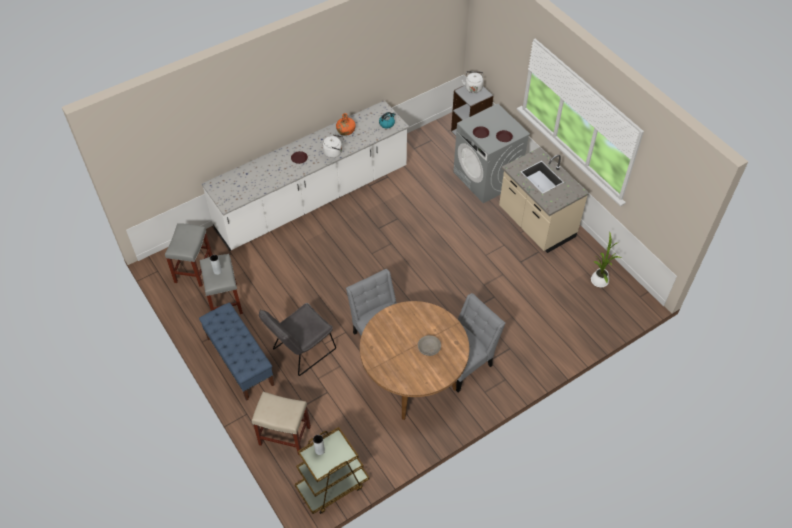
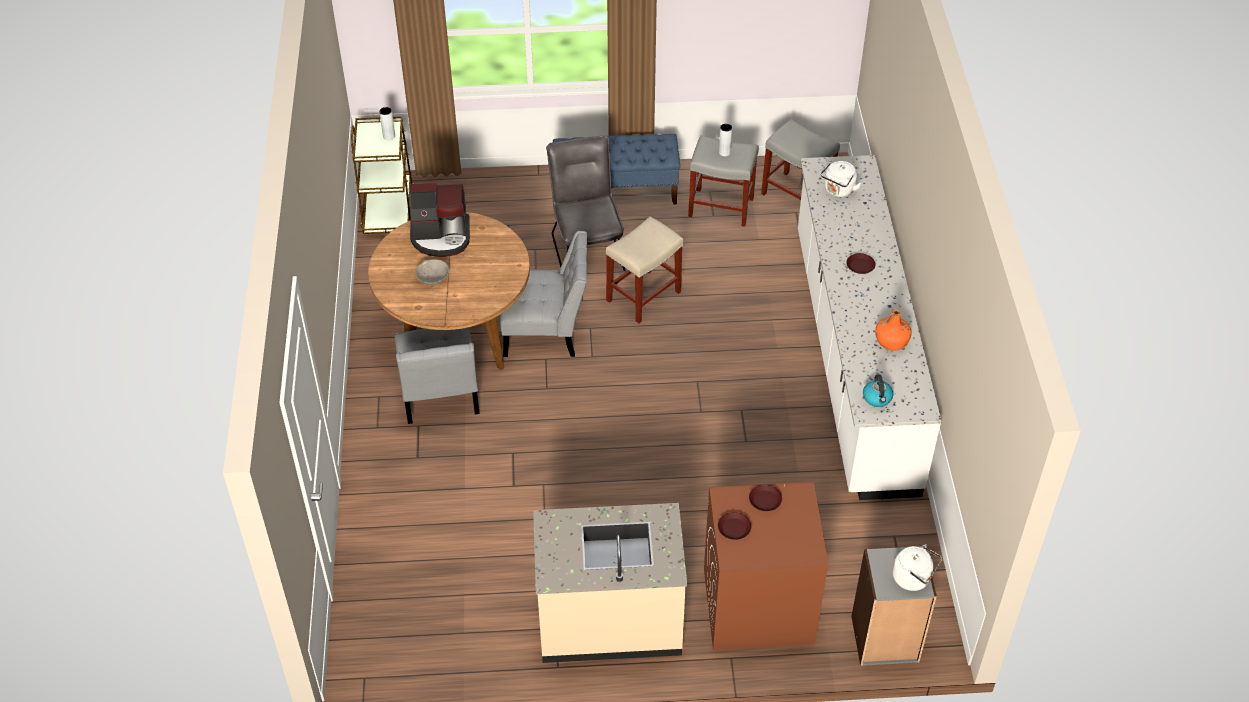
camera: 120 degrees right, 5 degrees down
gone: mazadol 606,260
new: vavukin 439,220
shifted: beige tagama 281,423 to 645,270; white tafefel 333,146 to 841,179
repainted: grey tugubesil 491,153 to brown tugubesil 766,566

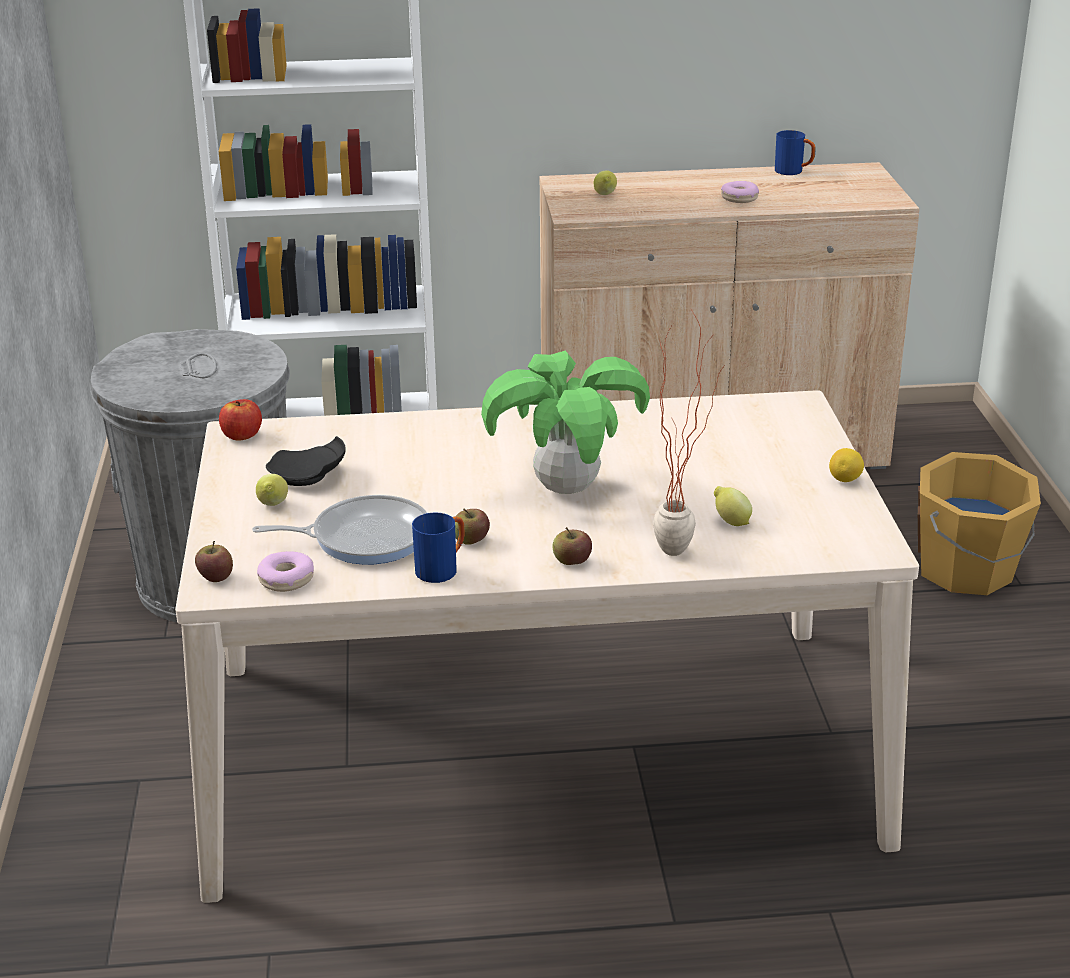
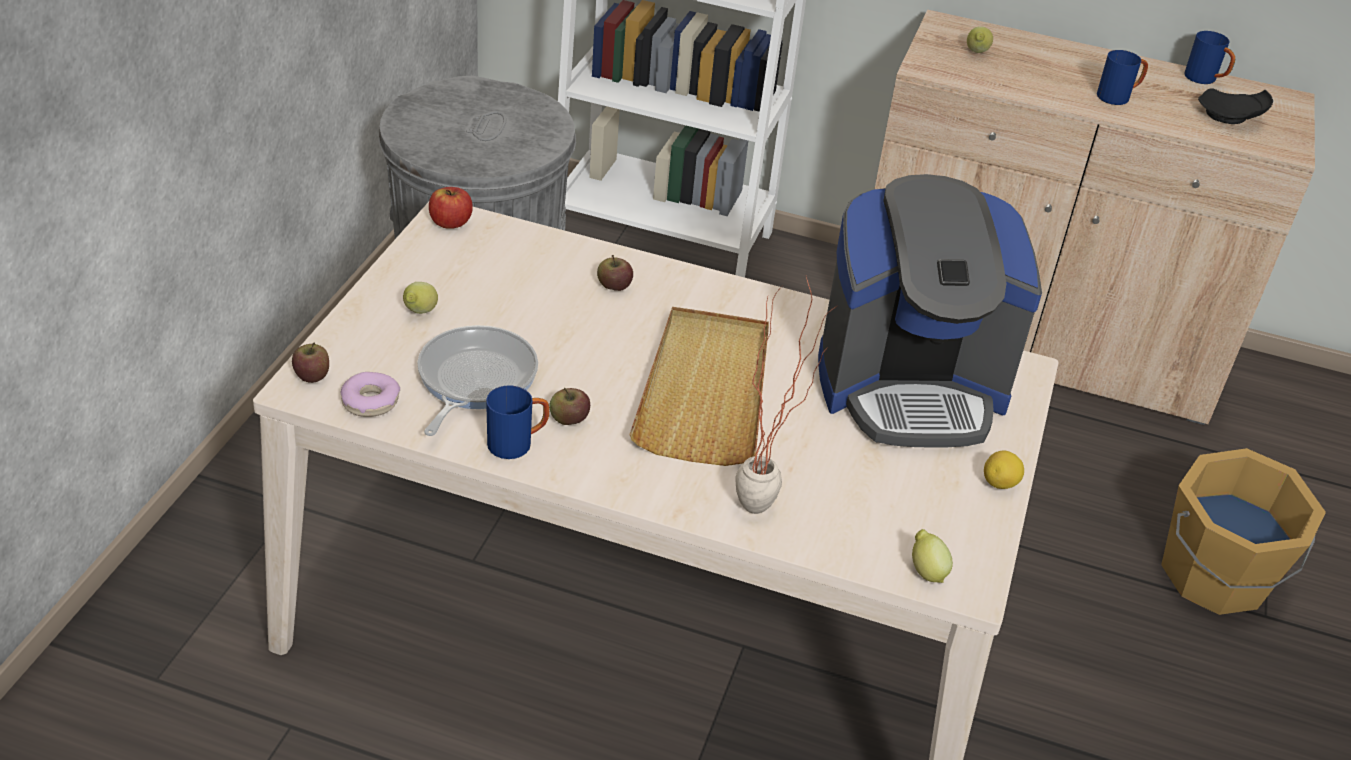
camera: 20 degrees right, 10 degrees up
new: vavukin 930,311
shifted: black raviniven 306,461 to 1235,106; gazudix 572,546 to 615,273; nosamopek 733,506 to 932,556
swapped: mazadol 565,422 to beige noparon 699,386; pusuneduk 740,192 to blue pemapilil 1122,77
rotated: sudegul 339,530 = 477,380 90 degrees counterclockwise

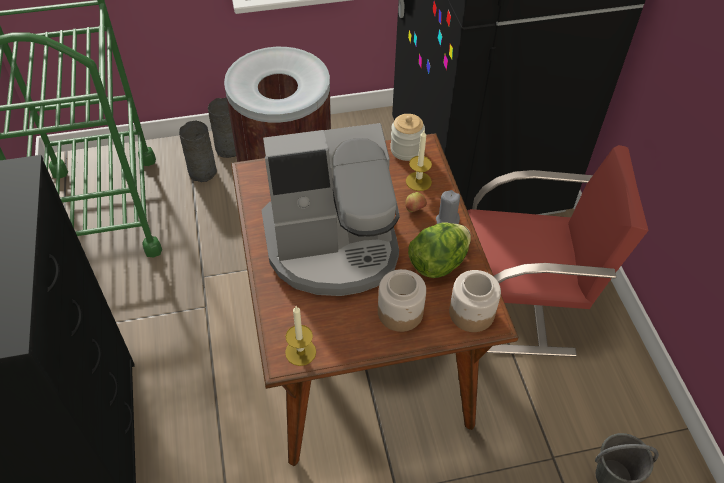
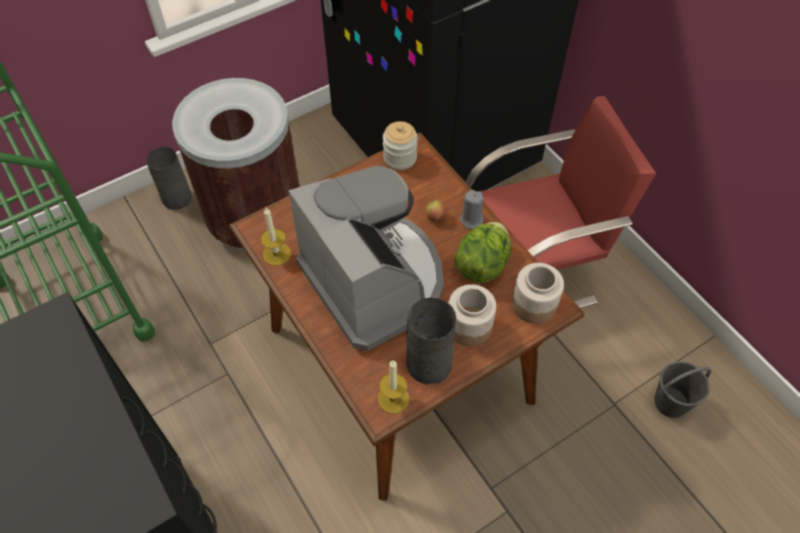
camera: 20 degrees left, 5 degrees up
shifted: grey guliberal 198,151 to 431,341; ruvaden 419,161 to 276,237
rotated: vavukin 330,209 = 366,258 90 degrees counterclockwise

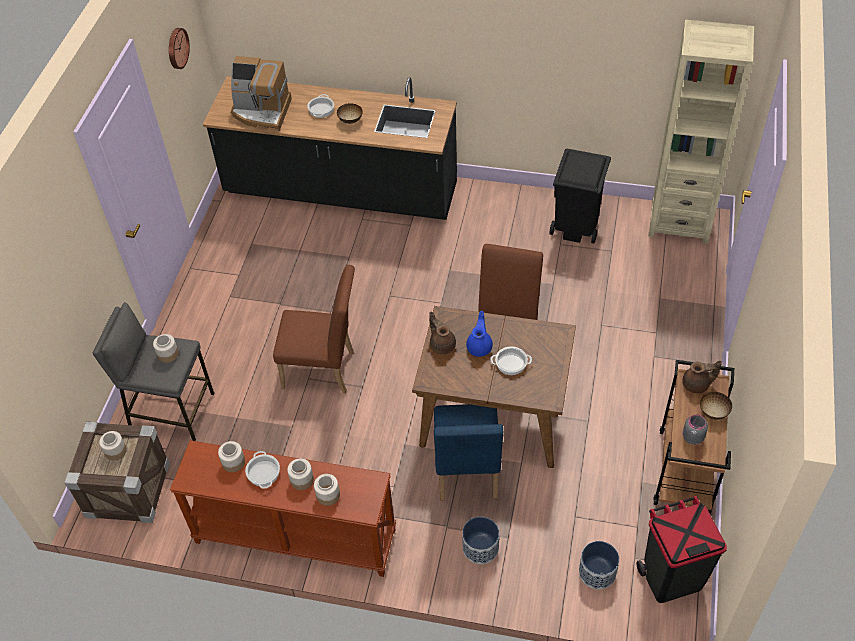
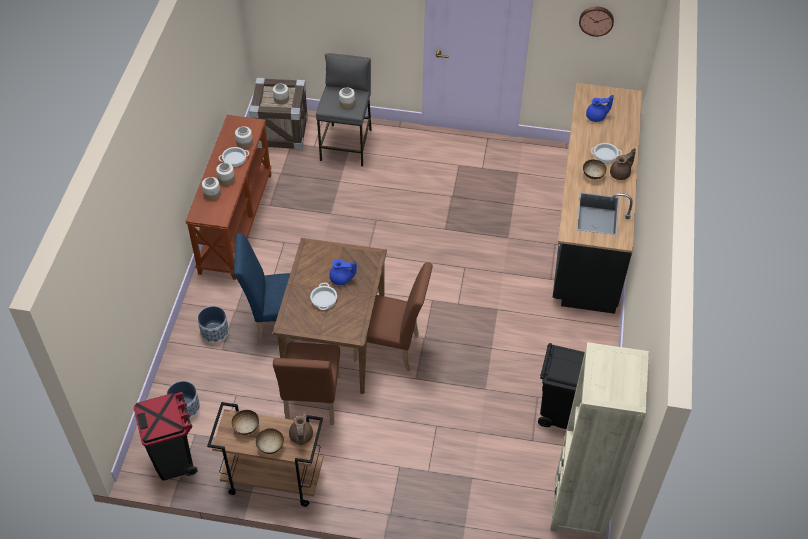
camera: 85 degrees right, 0 degrees up
shifted: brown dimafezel 314,329 to 306,383; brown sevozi 442,332 to 623,164
swapped: vavukin 261,93 to blue sevozi 600,108; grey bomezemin 695,429 to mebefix 245,422

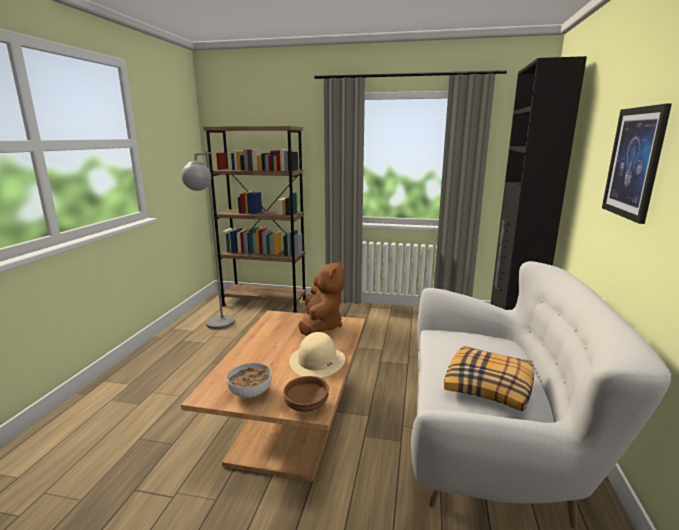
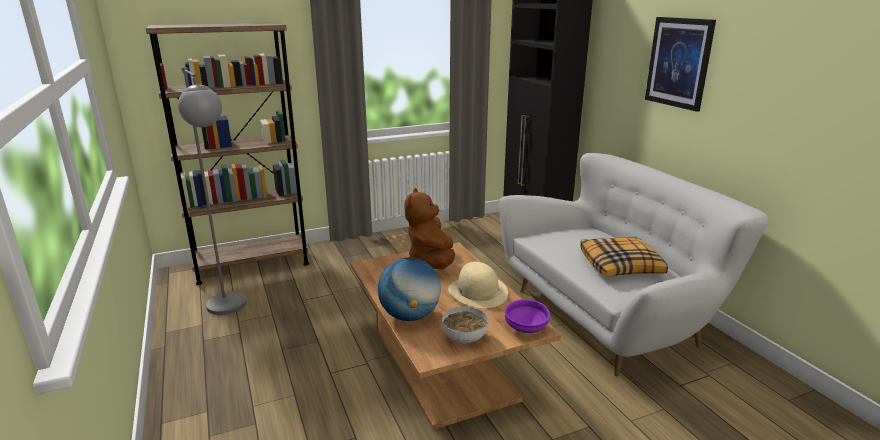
camera: 35 degrees left, 5 degrees up
new: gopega 409,289
repainted: brown mebefix 306,394 to purple mebefix 527,316
rotated: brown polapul 321,298 = 429,228 150 degrees counterclockwise

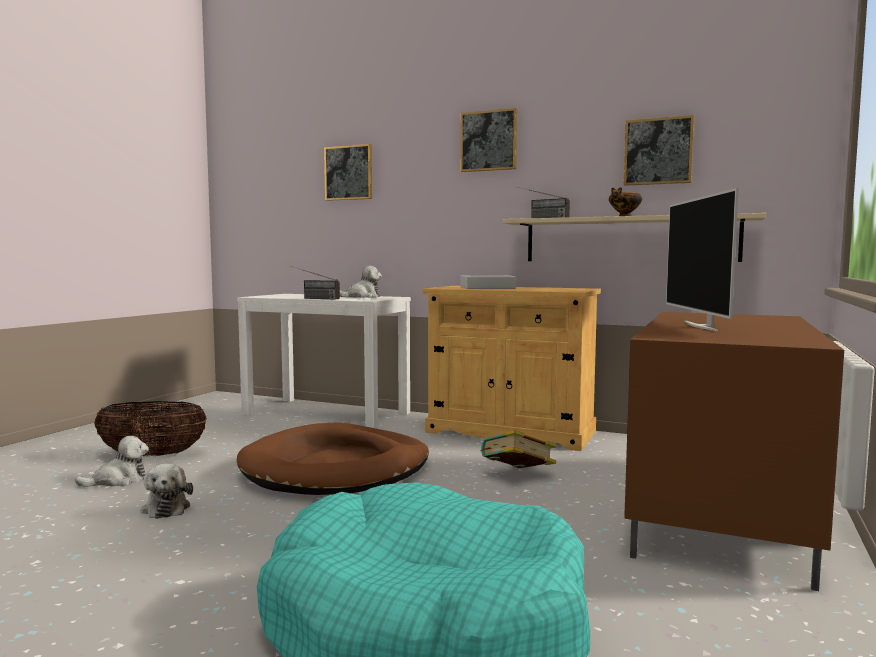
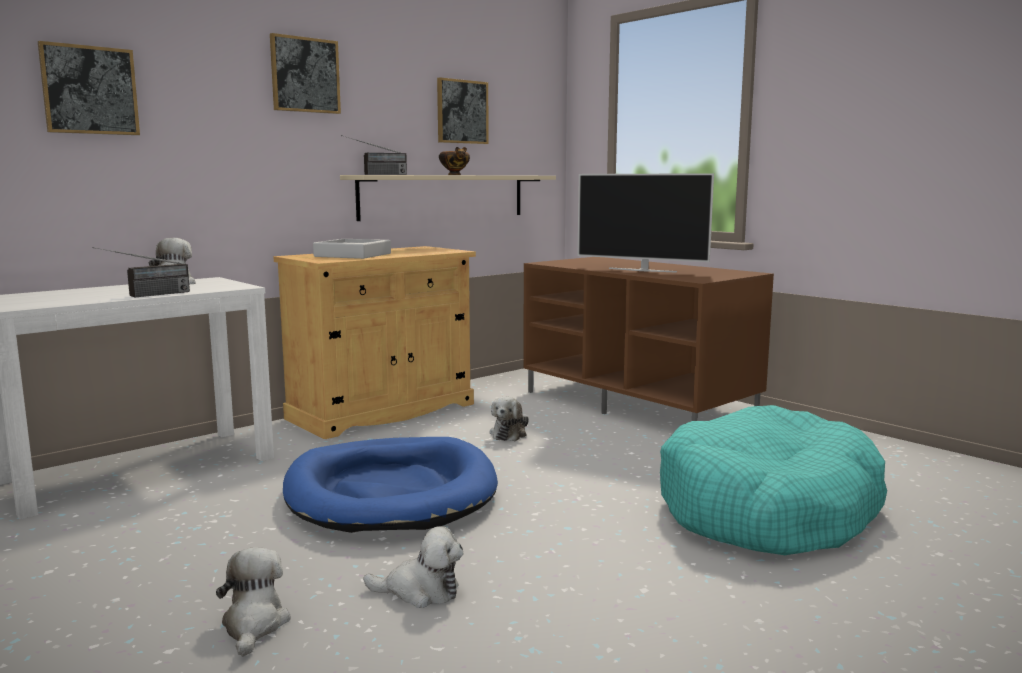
camera: 65 degrees left, 5 degrees up
gone: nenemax 150,429
swapped: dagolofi 519,449 to polapul 509,419
repainted: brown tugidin 333,458 to blue tugidin 390,485

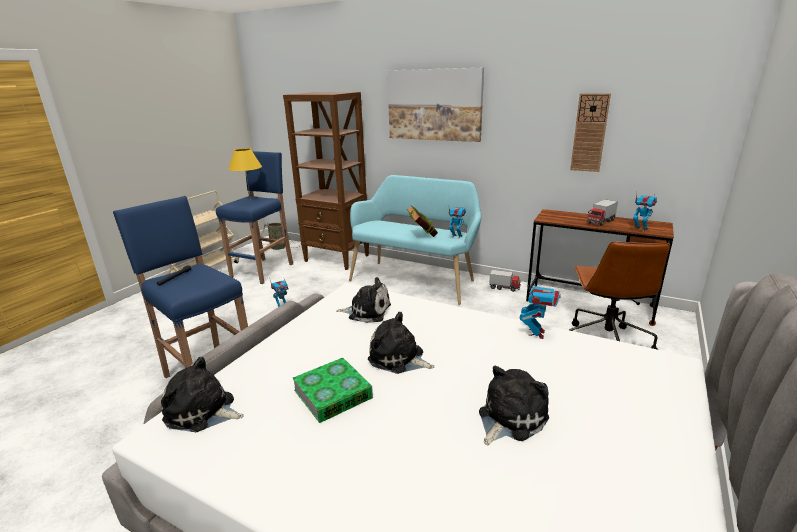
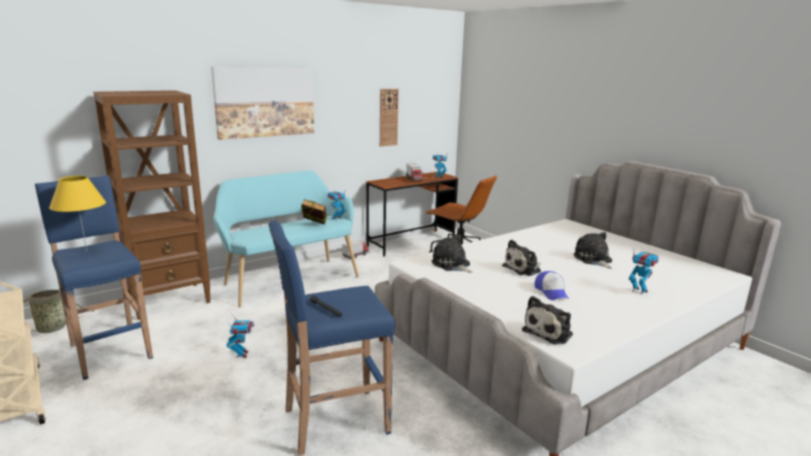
camera: 65 degrees left, 5 degrees down
shifted: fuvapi 540,308 to 644,271
swapped: dagolofi 333,390 to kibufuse 551,285
rotated: polapul 363,300 = 451,254 75 degrees counterclockwise

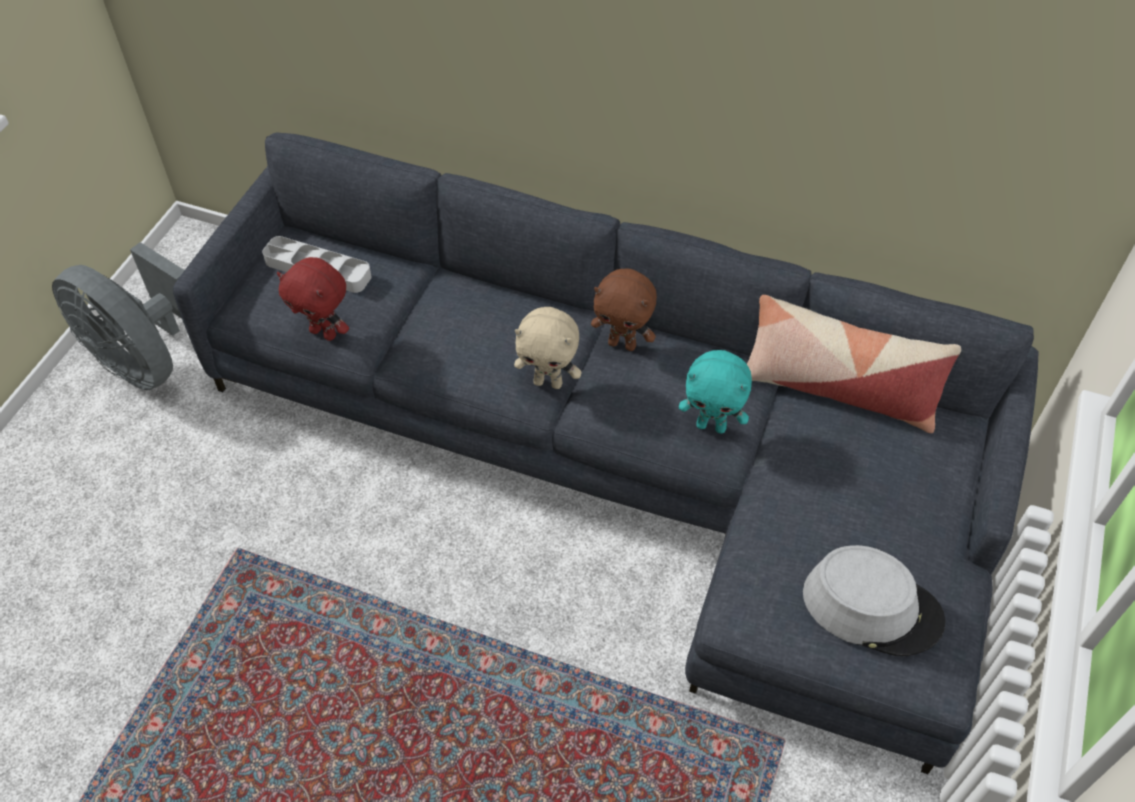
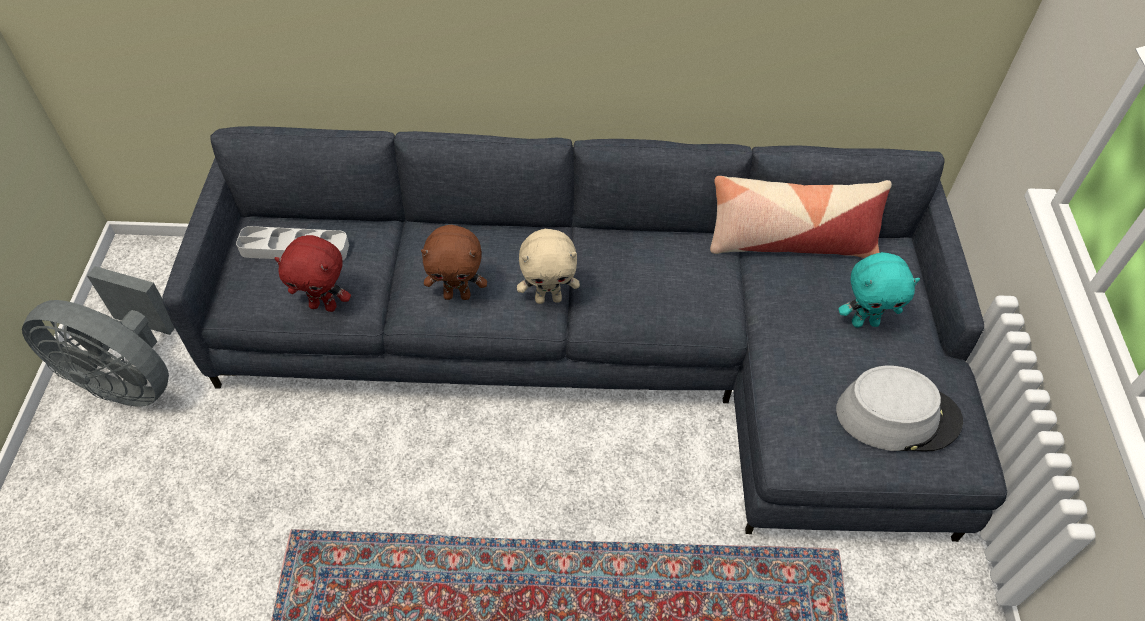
camera: 20 degrees left, 0 degrees up
shifted: brown polapul 624,309 to 454,262; turquoise polapul 715,391 to 879,289

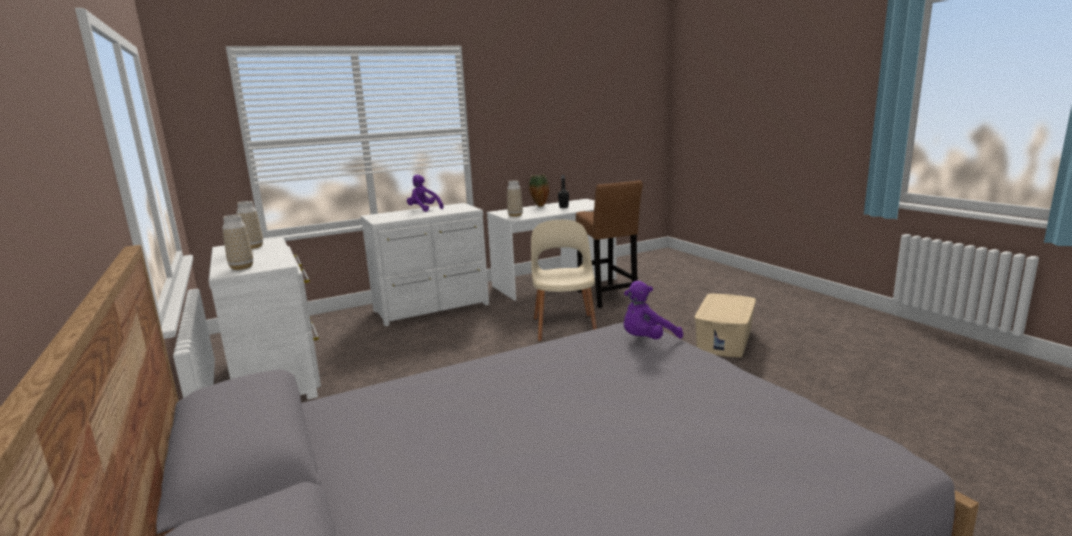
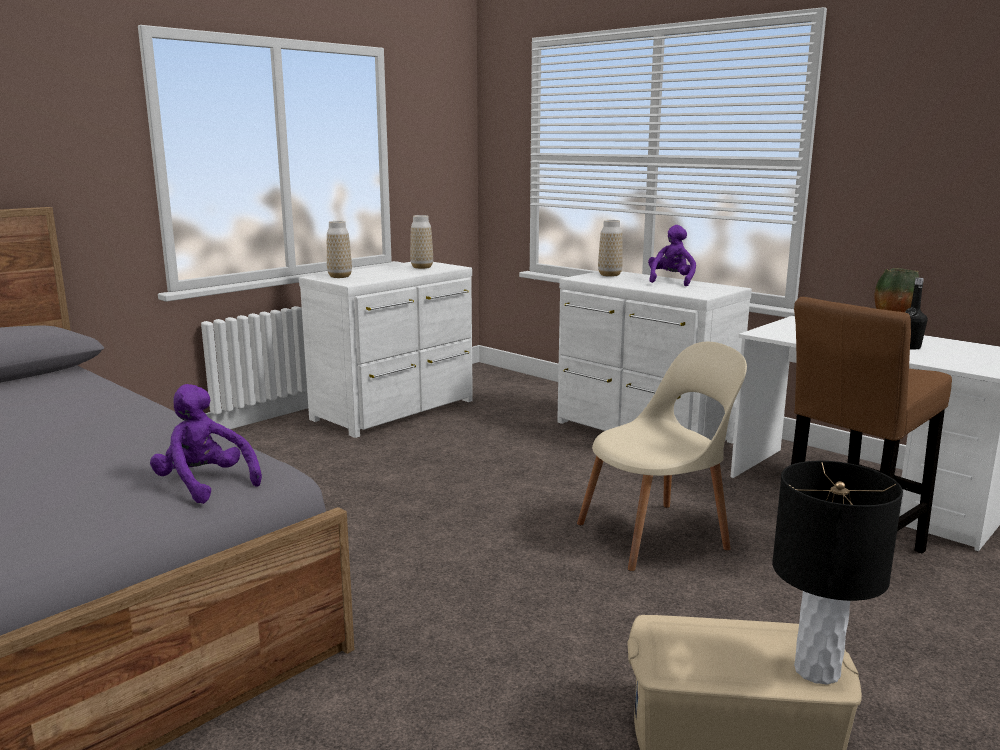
camera: 70 degrees right, 0 degrees up
new: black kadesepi 837,572
shifted: guliberal 515,199 to 610,248

